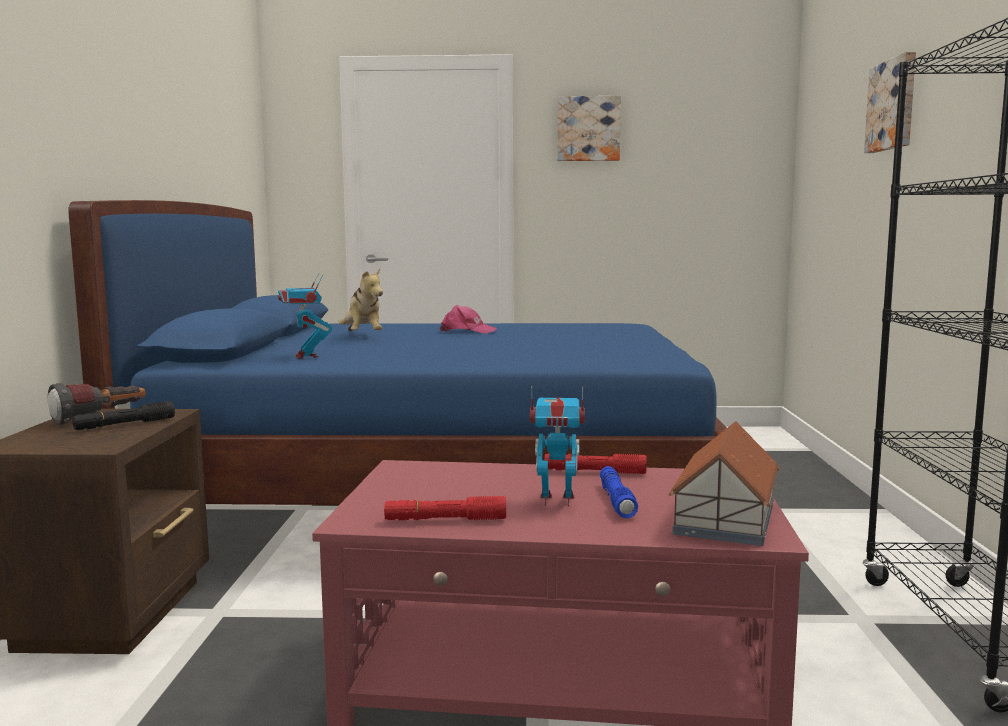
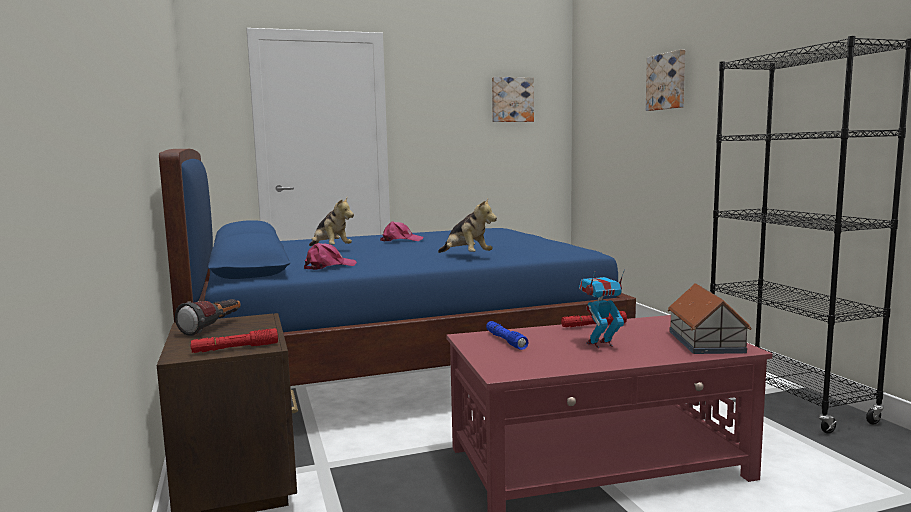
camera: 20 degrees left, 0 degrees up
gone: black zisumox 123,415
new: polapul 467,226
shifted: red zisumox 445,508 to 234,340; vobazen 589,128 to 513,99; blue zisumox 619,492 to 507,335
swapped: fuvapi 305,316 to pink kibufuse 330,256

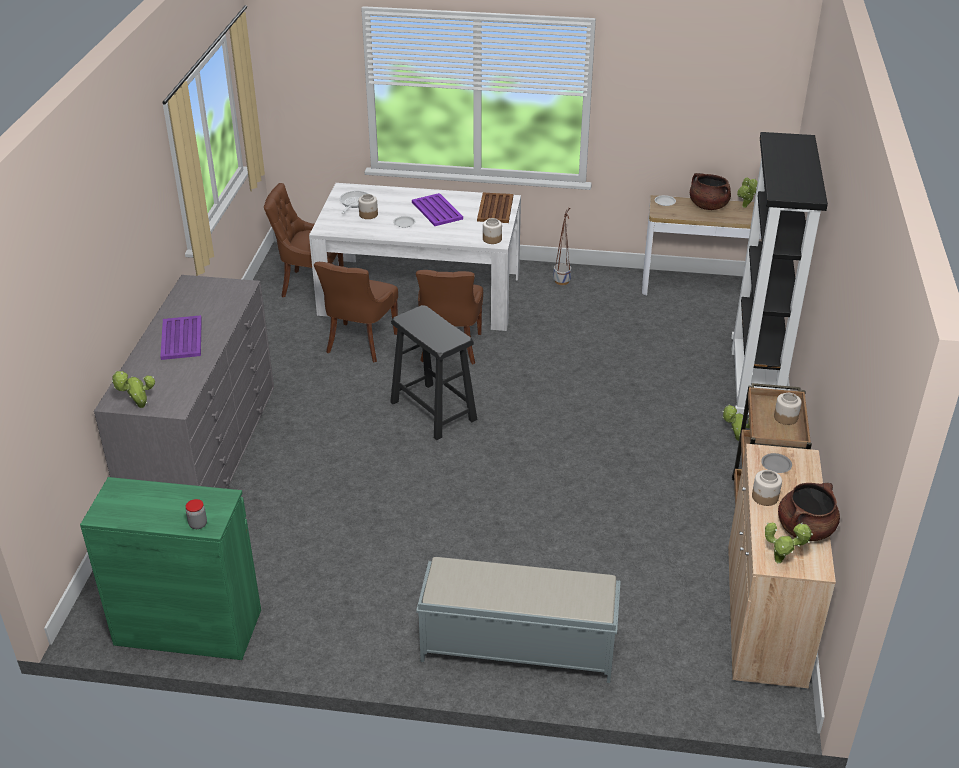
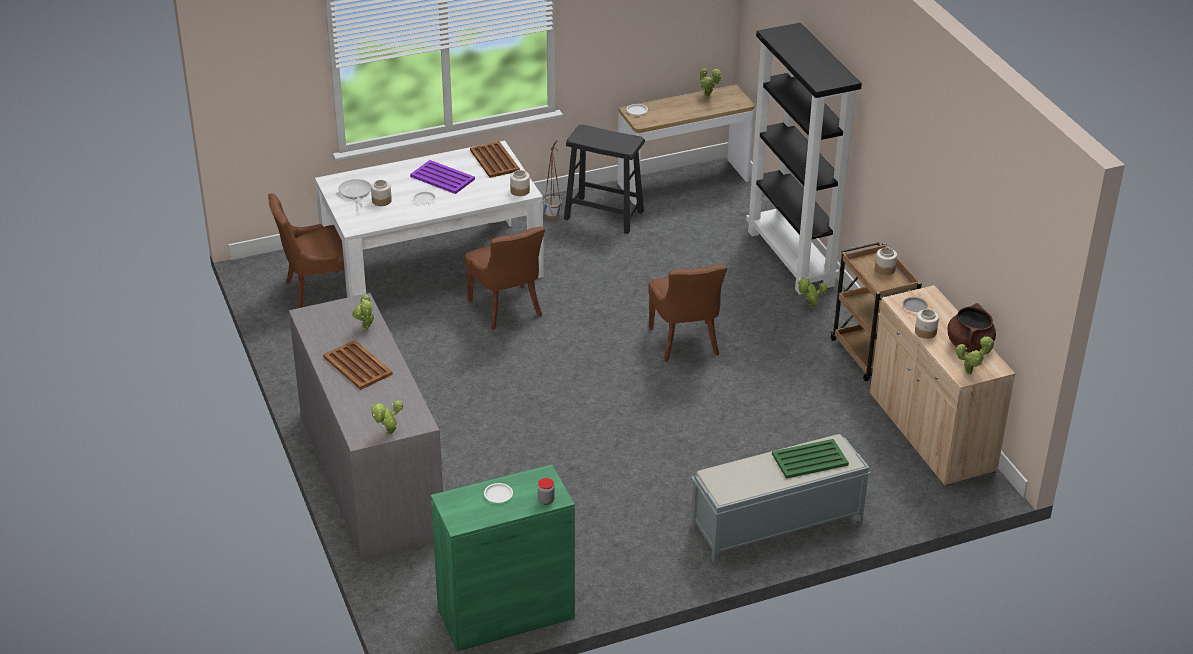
camera: 30 degrees left, 0 degrees up
gone: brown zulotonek 710,191
new: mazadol 363,312; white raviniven 498,493; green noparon 810,459
shifted: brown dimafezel 356,312 to 687,313; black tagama 433,372 to 604,179
repainted: purple noparon 181,337 to brown noparon 358,365

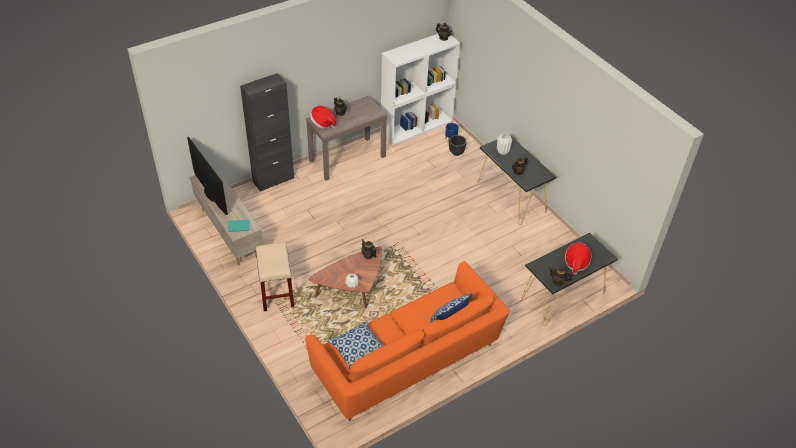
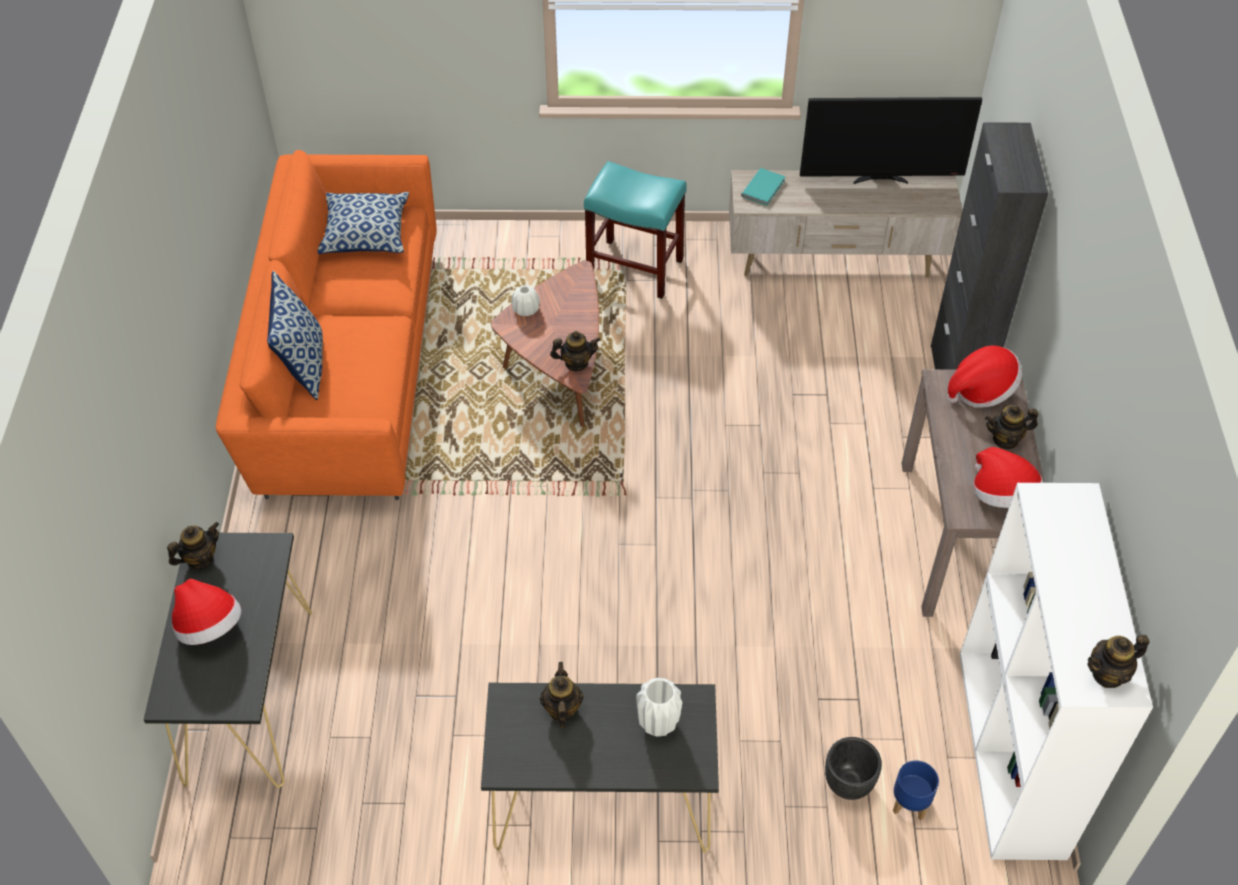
camera: 125 degrees right, 5 degrees up
new: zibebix 1009,477
repainted: beige tagama 275,277 to turquoise tagama 635,230

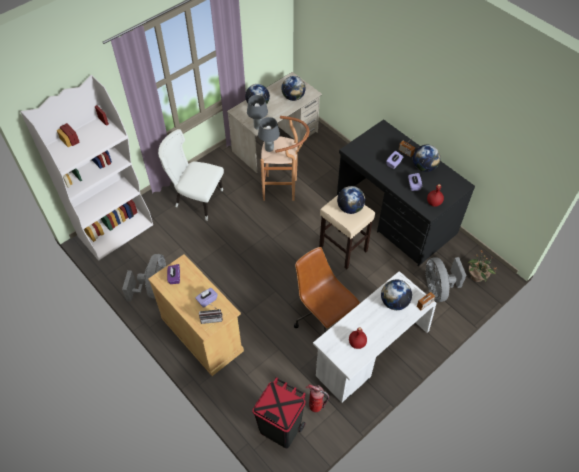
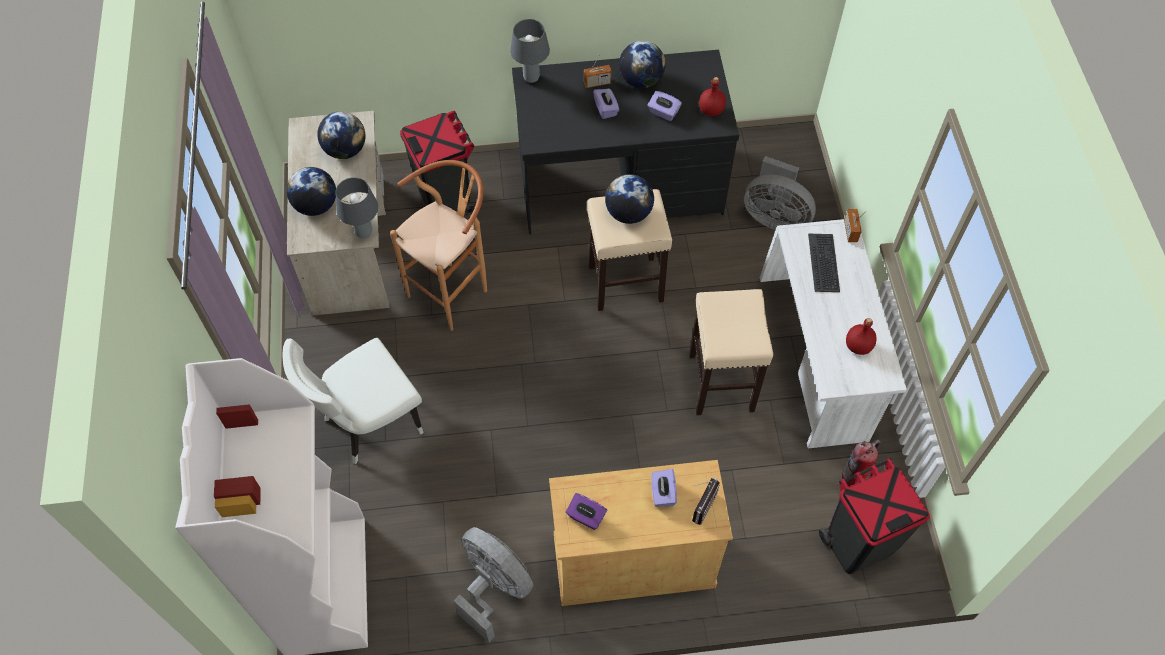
camera: 55 degrees left, 5 degrees up
gone: mazadol 482,265
new: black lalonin 437,163
shifted: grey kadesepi 269,134 to 530,51
swapped: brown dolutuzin 327,290 to beige tagama 731,352; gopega 396,295 to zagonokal 824,263

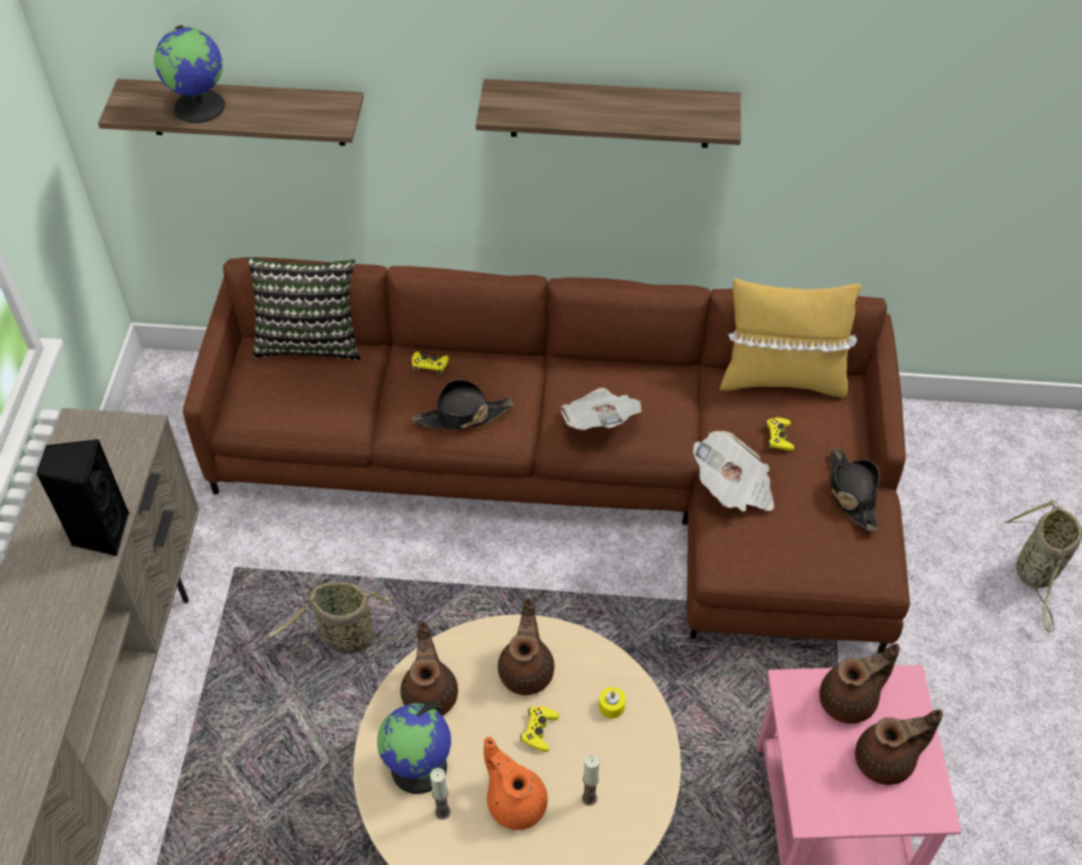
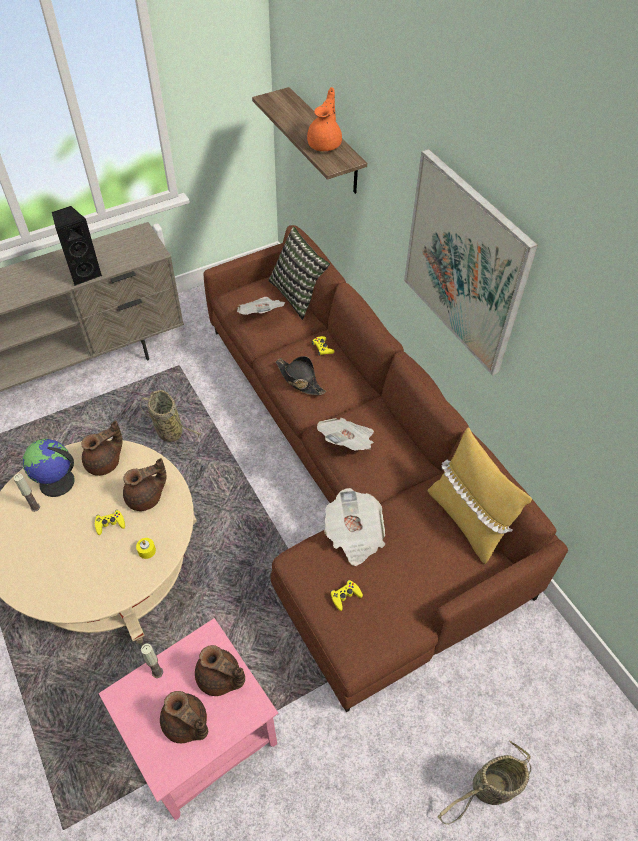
camera: 55 degrees right, 0 degrees up
gone: gopega 189,74; black zibebix 855,490
new: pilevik 261,306
shifted: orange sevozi 516,783 to 324,119; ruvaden 591,780 to 152,661; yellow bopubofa 779,434 to 347,595
swapped: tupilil 608,113 to vobazen 471,262

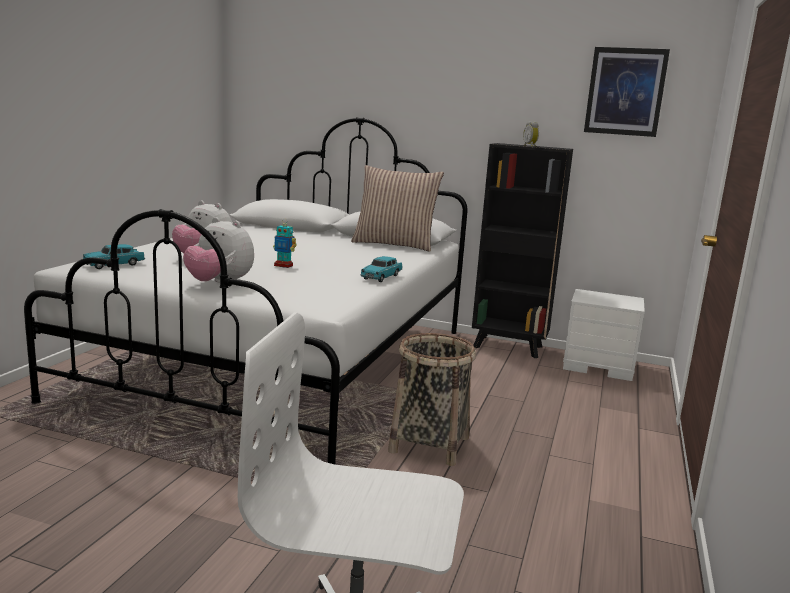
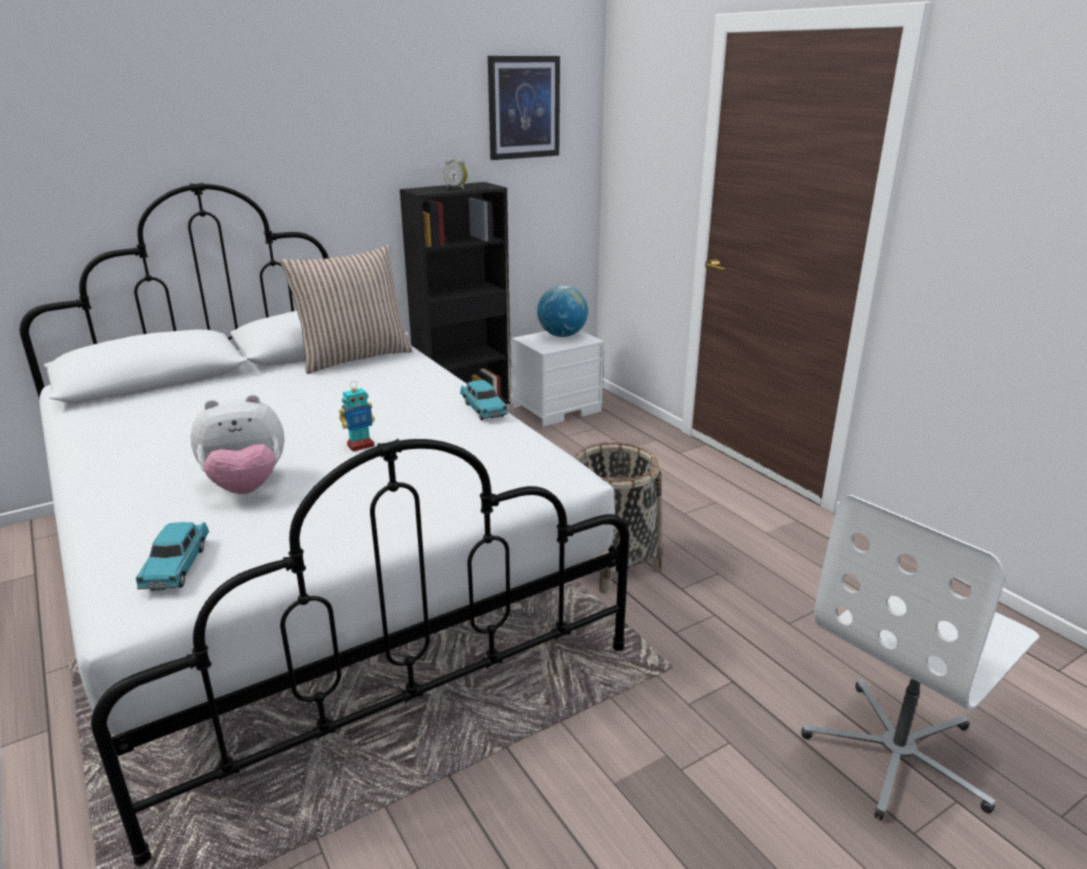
camera: 50 degrees left, 10 degrees up
gone: polapul 218,251
new: gopega 562,311

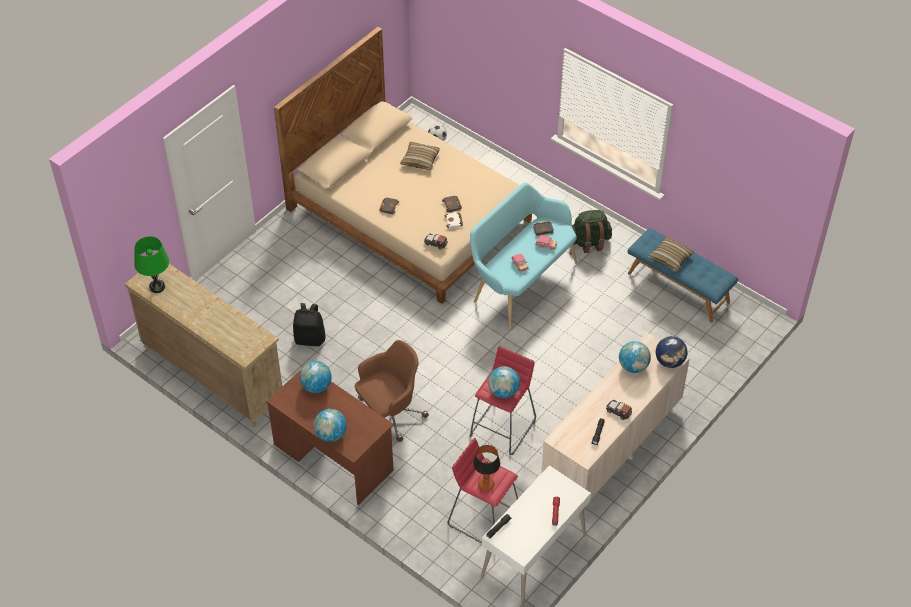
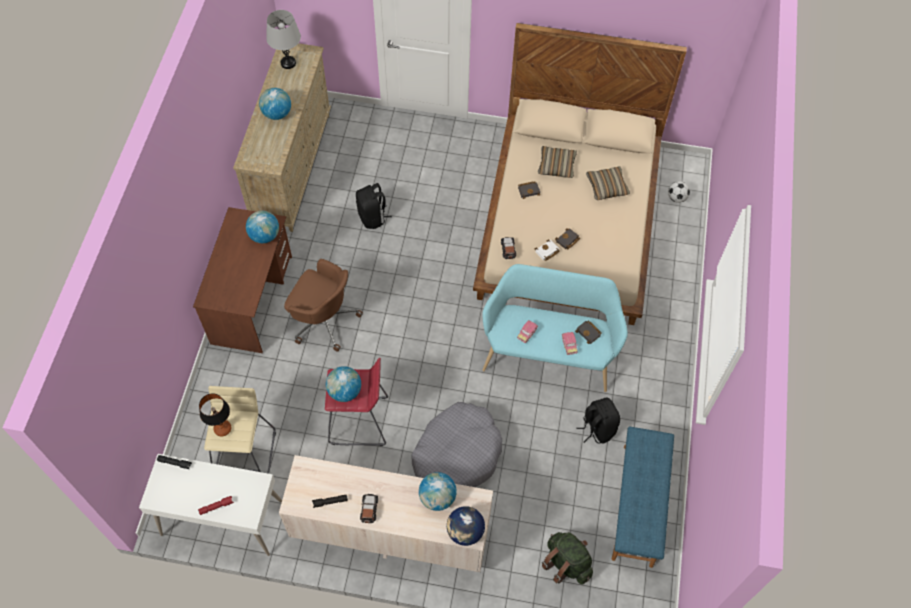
camera: 60 degrees right, 10 degrees up
new: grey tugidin 456,444; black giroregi 598,420
shifted: gopega 330,425 to 275,104; green giroregi 592,231 to 567,558; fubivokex 671,254 to 557,162
repainted: green kadesepi 151,264 to grey kadesepi 283,39; red tagama 482,491 to beige tagama 240,430

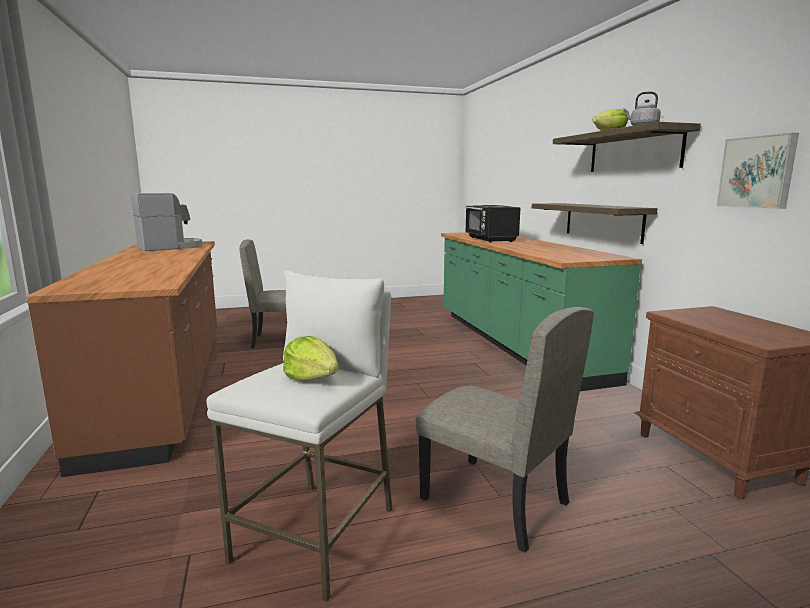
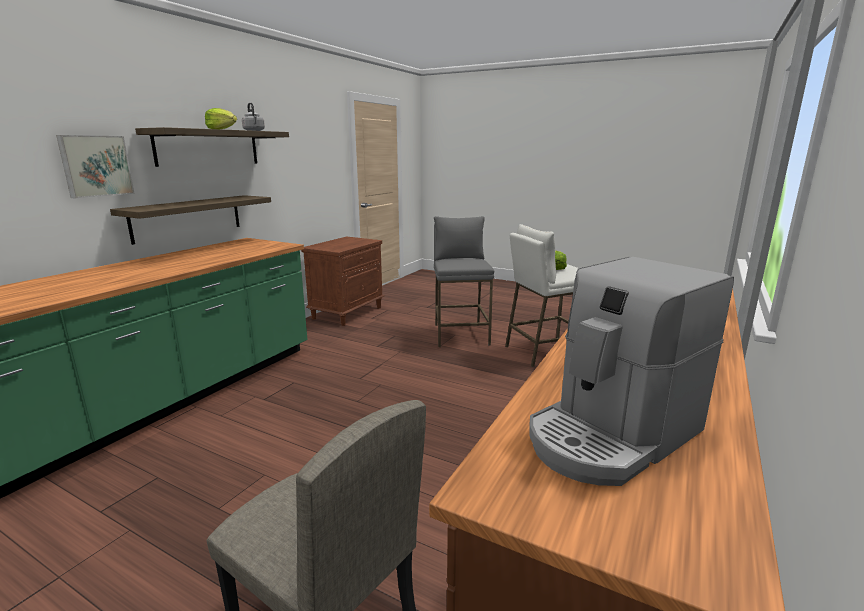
camera: 135 degrees left, 5 degrees up
gone: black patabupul 493,224
shifted: vobazen 758,171 to 95,166
swapped: beige dimafezel 505,429 to grey tagama 464,281
rotated: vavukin 166,222 = 631,371 45 degrees counterclockwise

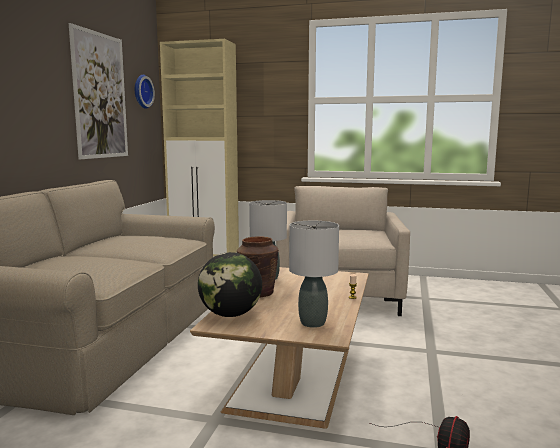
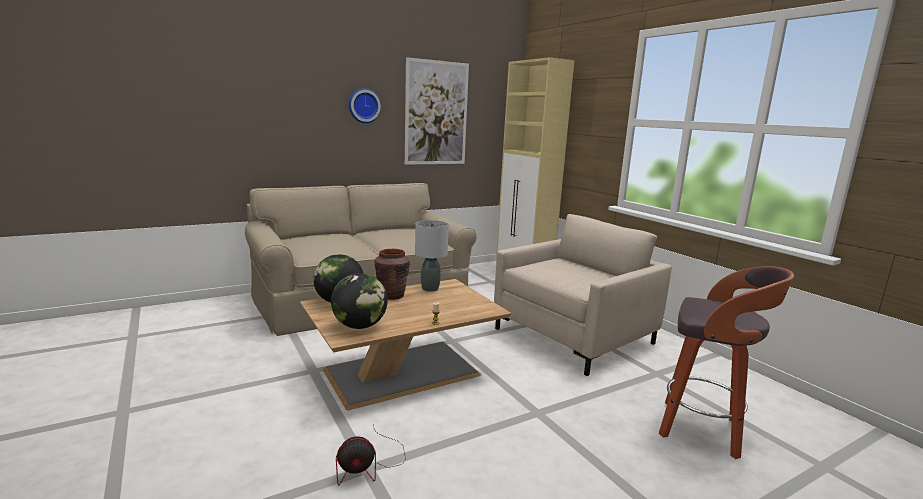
camera: 45 degrees right, 5 degrees up
new: tagama 726,362
shifted: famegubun 145,92 to 365,105
swapped: grey kadesepi 314,274 to gopega 359,301

